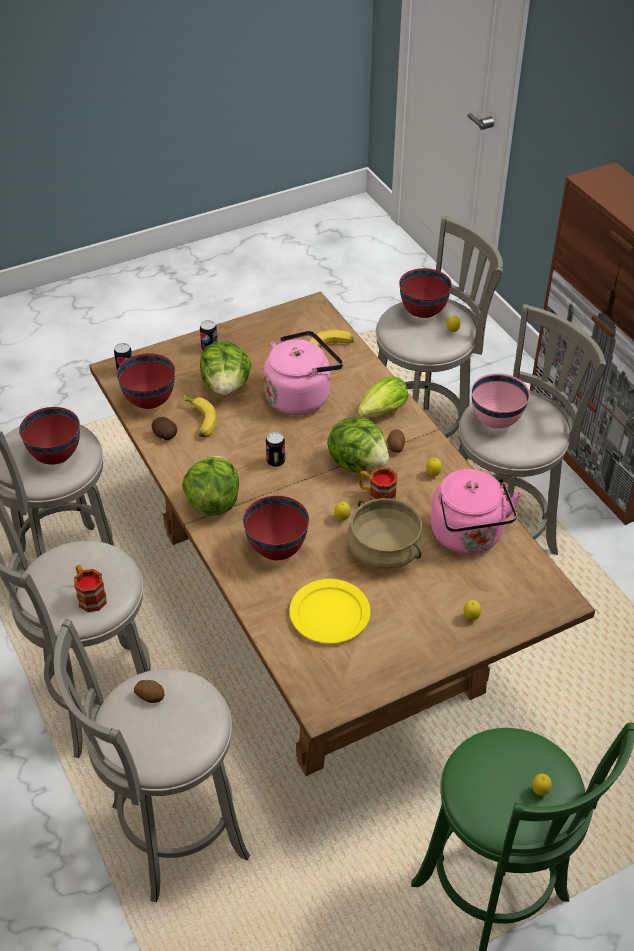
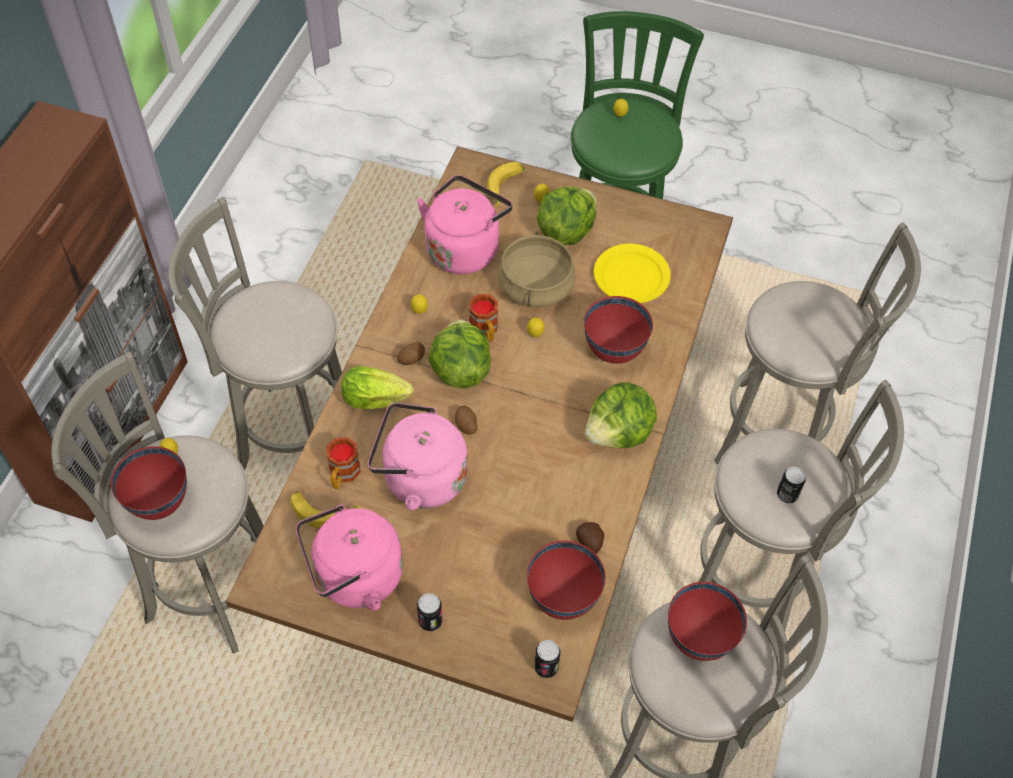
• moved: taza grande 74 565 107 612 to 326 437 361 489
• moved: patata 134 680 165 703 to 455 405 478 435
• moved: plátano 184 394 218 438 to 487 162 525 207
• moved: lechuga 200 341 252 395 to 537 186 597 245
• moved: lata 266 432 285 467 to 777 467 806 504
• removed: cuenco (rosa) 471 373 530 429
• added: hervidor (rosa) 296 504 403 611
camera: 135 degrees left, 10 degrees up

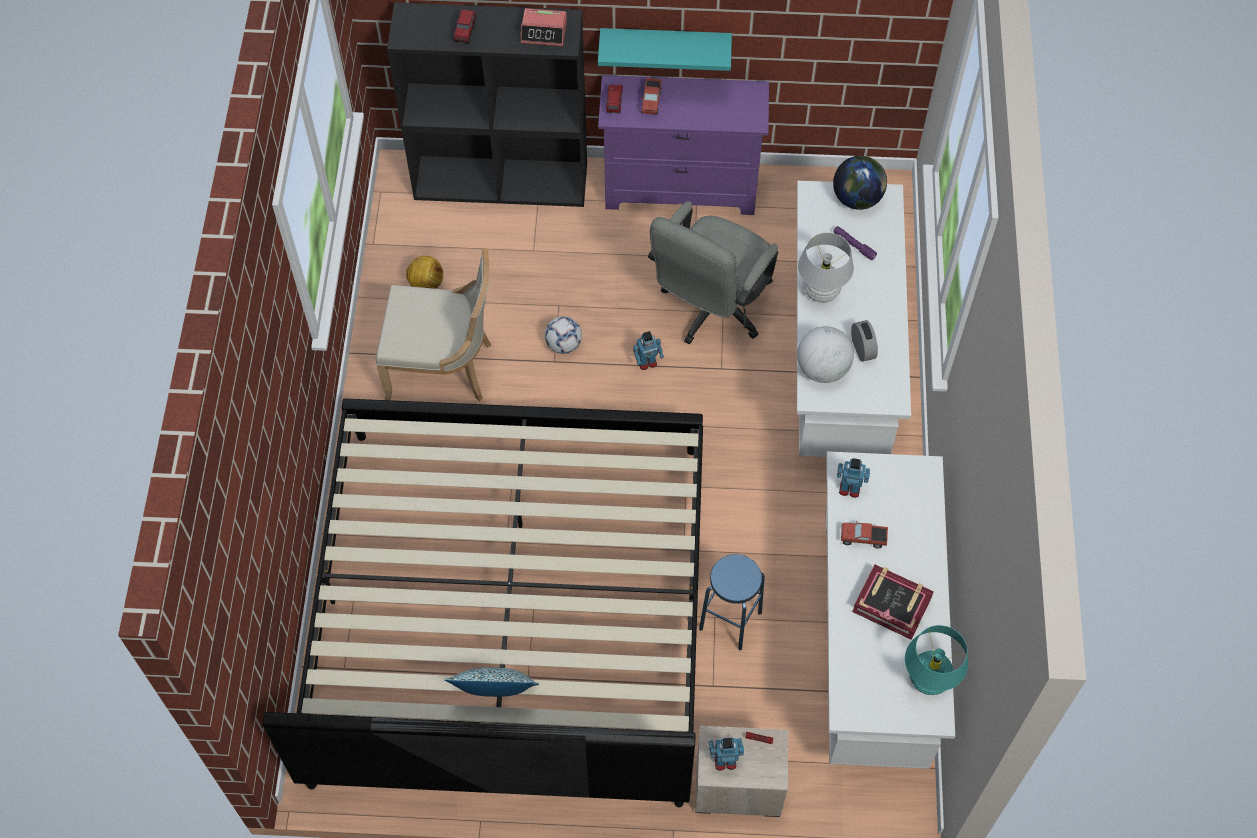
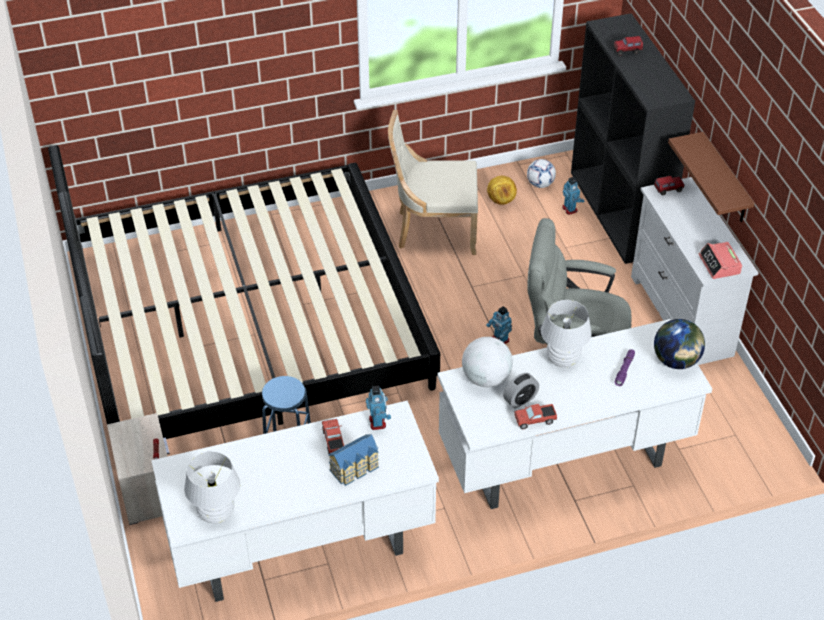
• turned: silla (beis) 376 248 492 401 = 388 110 478 255 105 degrees clockwise
• removed: cojín 444 667 539 697
• moved: despertador 521 8 567 46 to 699 242 742 279
• moved: balón de fútbol 545 316 582 354 to 527 159 556 188
• recoloured: estante (turquesa) 598 28 732 71 to estante (marrón) 668 132 755 222
• recoloured: cómoda (morado) 598 75 769 215 to cómoda (blanco) 631 177 759 365
• moved: camión de juguete 641 78 662 115 to 514 404 557 429
• moved: robot de juguete 709 738 744 771 to 562 177 584 215
• removed: libro 852 564 934 640
• recoloured: lámpara de mesa (turquesa) 905 625 968 695 to lámpara de mesa (blanco) 184 452 240 524
• added: casita 328 434 379 486
camera: 70 degrees right, 15 degrees down

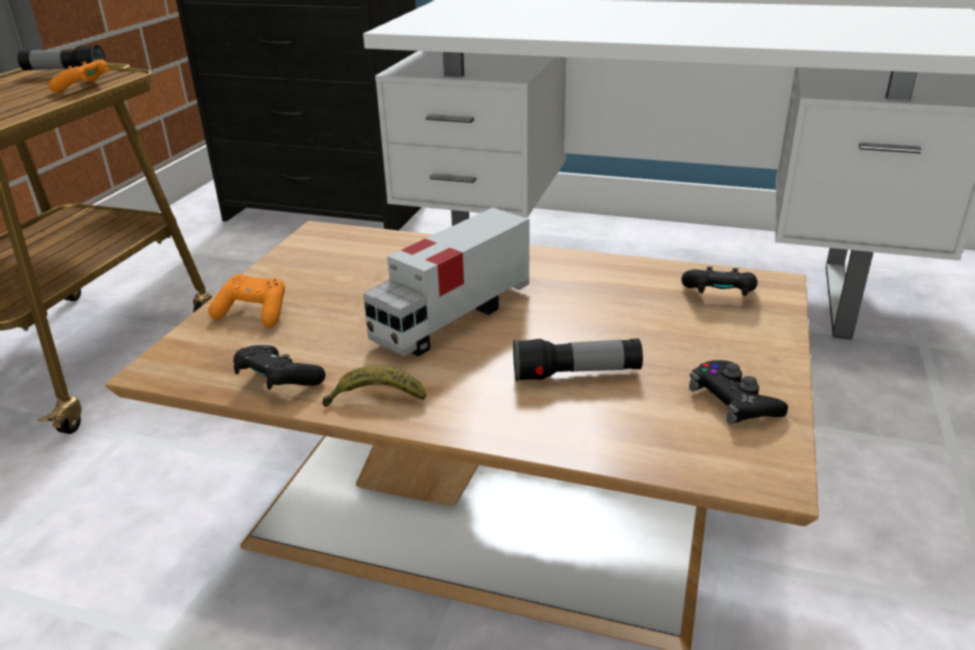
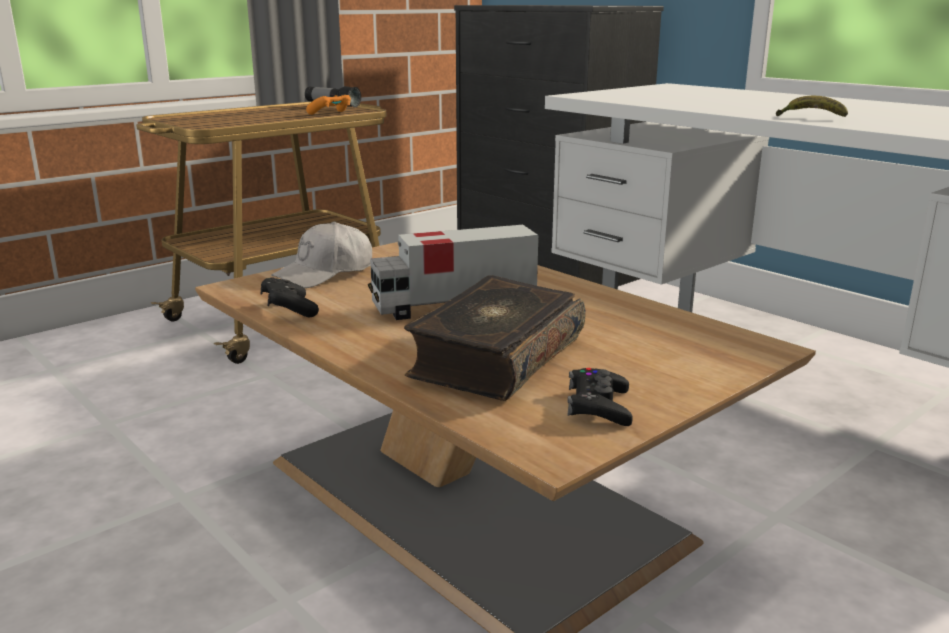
• replaced: mando de consola (naranja) 208 274 285 327 to gorra (blanco) 271 221 372 288
• moved: plátano 322 366 426 407 to 776 96 848 117
• replaced: linterna 513 338 643 381 to libro 404 275 586 401
• removed: mando de consola (negro) 681 266 758 296
camera: 30 degrees right, 10 degrees down

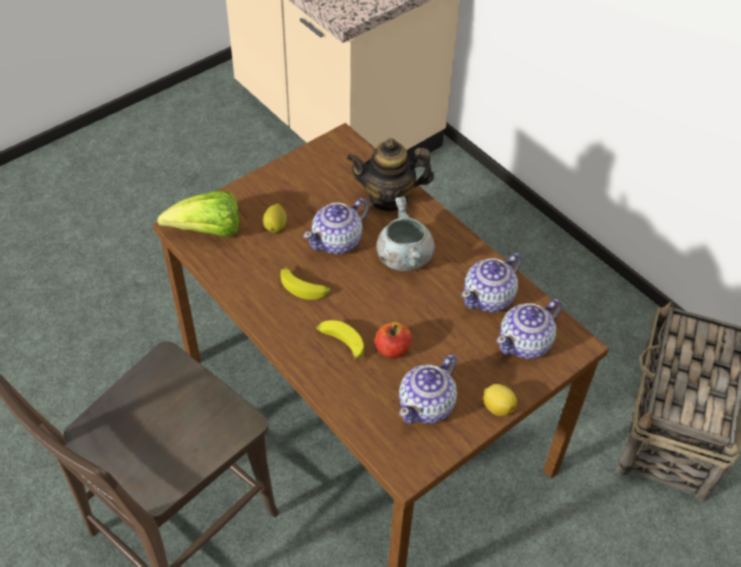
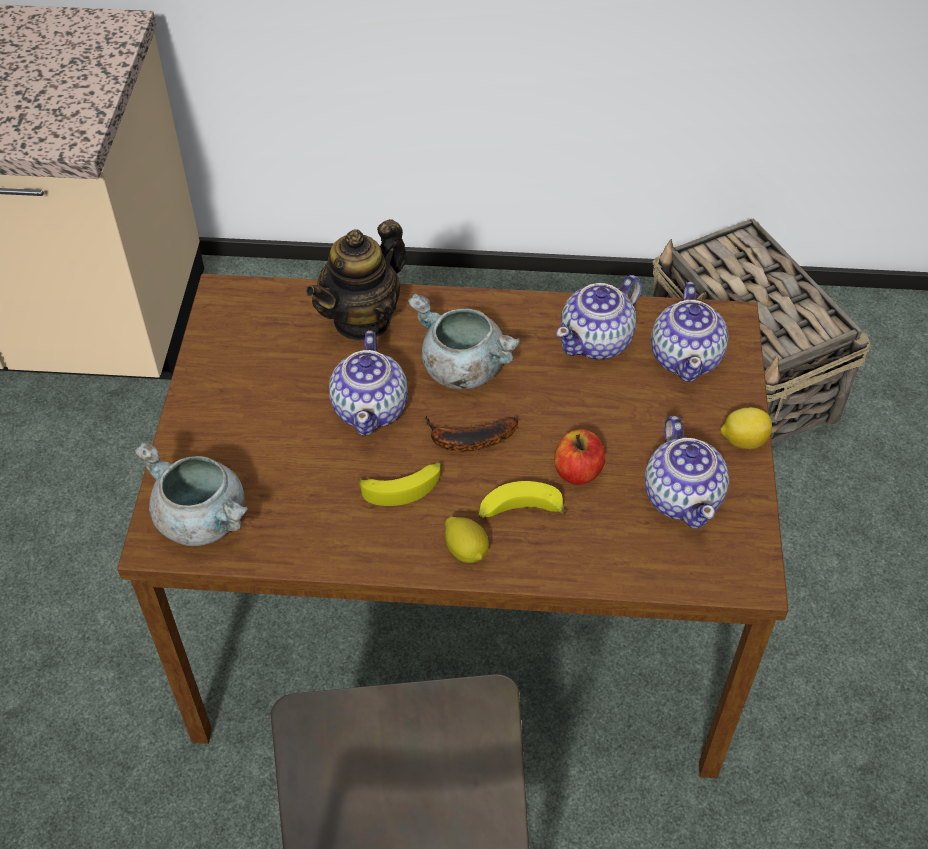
• replaced: lechuga 157 190 239 237 to olla (gris) 134 442 248 546
• moved: limón 263 204 287 233 to 445 516 489 563
• turned: tetera 461 253 522 312 = 556 275 642 360 45 degrees clockwise
• added: plátano 425 415 518 451
camera: 45 degrees left, 0 degrees up

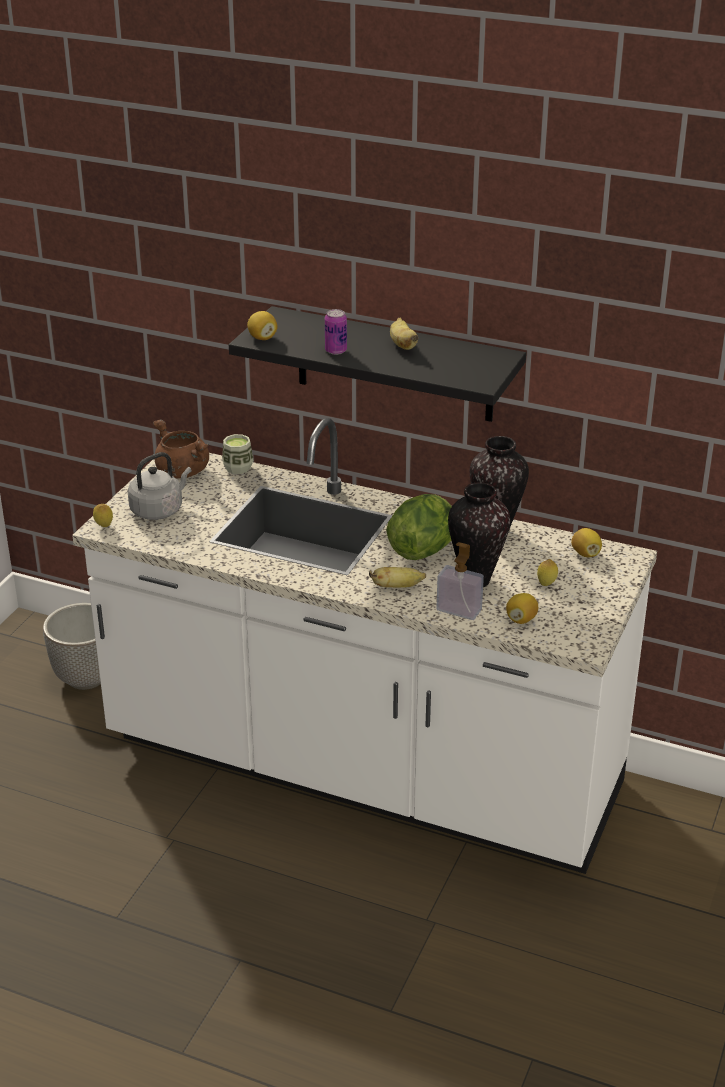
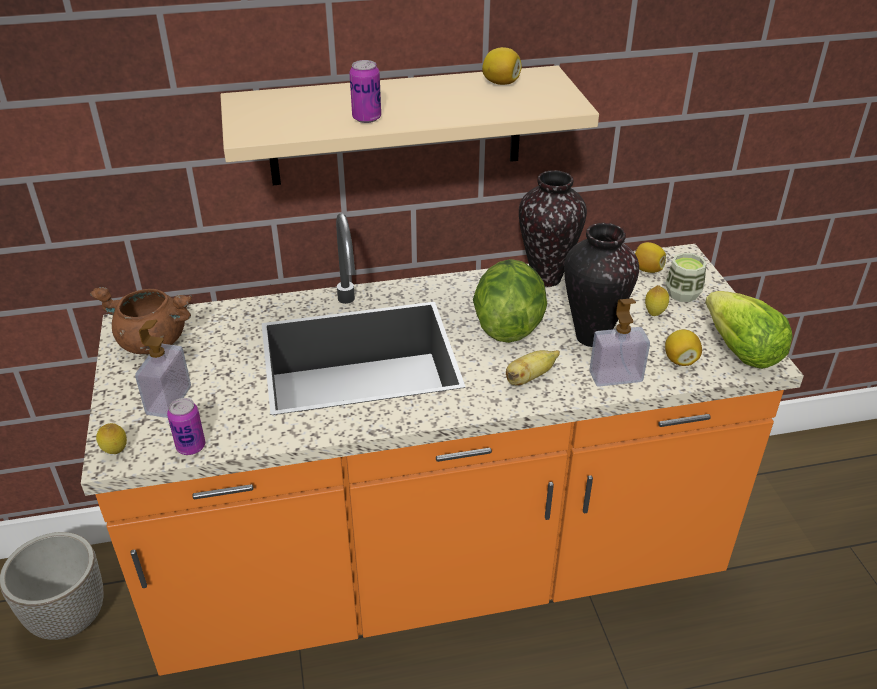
• recoloured: mueble bajo de cocina (blanco) 72 418 657 874 to mueble bajo de cocina (naranja) 81 213 804 676
• replaced: hervidor (gris) 128 452 191 520 to dispensador de jabón 135 319 191 418
• moved: taza 222 434 253 474 to 665 253 707 302
• recoloured: estante (negro) 229 306 526 422 to estante (beis) 220 65 599 185
• moved: limón 247 311 278 340 to 482 47 522 85
• removed: plátano 390 317 419 350
• added: lata 167 398 205 455
• added: lechuga 705 291 793 369
camera: 35 degrees left, 5 degrees up

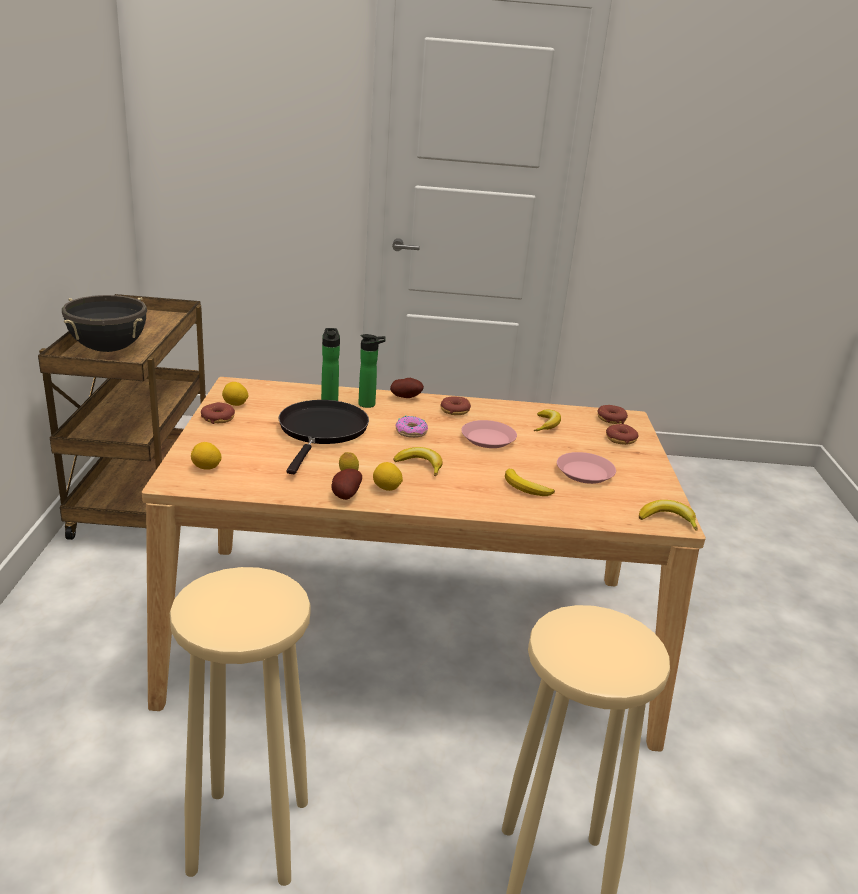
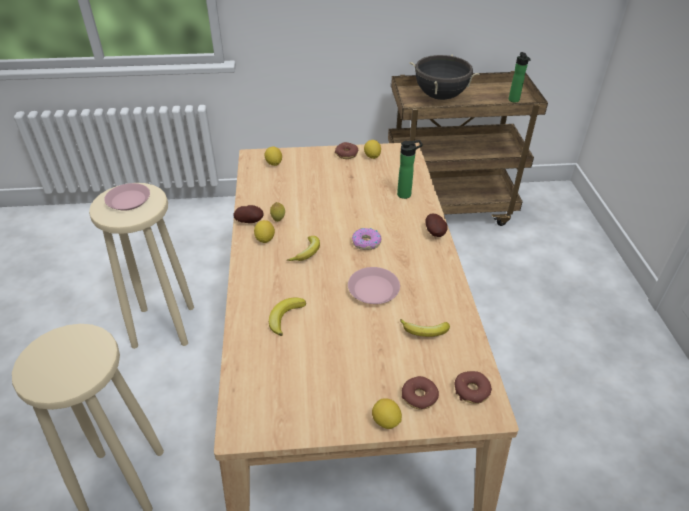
• removed: sartén (negro) 278 400 369 474
• moved: botella 358 334 386 408 to 509 52 531 103
• removed: rosquilla 440 396 471 415
• moved: plato (rosa) 557 452 616 484 to 104 183 150 211
• removed: plátano 639 500 698 531
• added: limón 372 398 402 429
camera: 85 degrees right, 15 degrees up

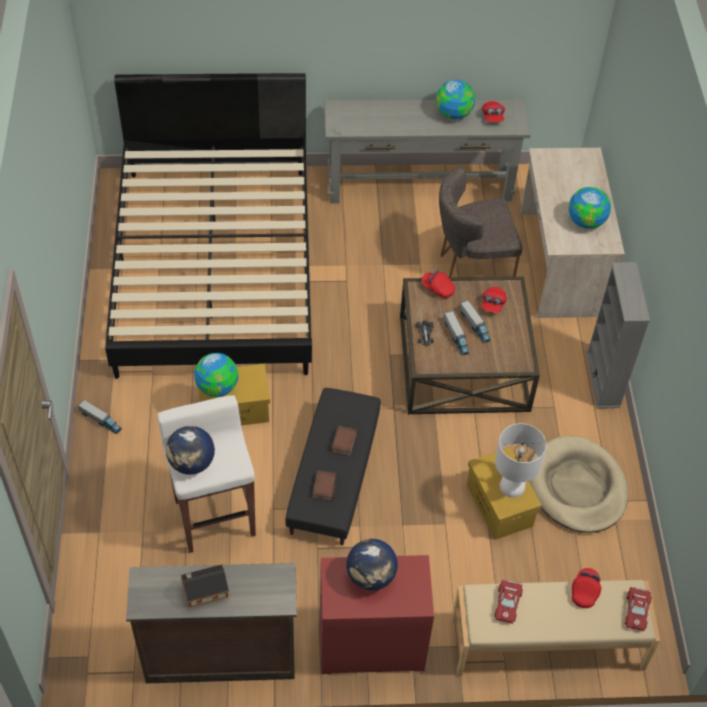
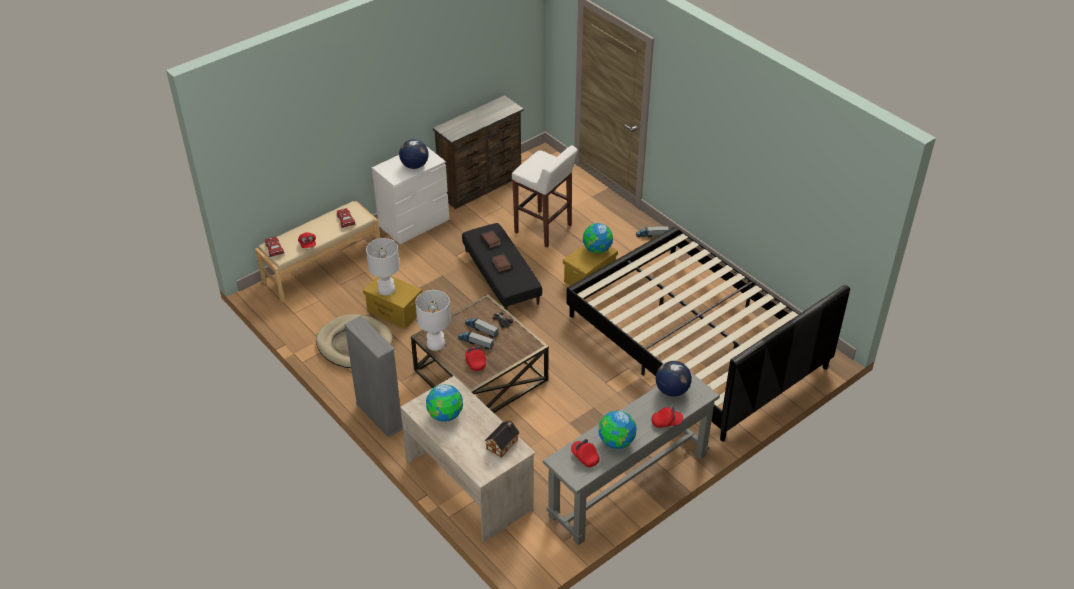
• moved: globo terráqueo 166 426 215 475 to 656 361 692 397
• moved: casita 180 564 229 607 to 485 420 519 457
• recoloured: cómoda (rojo) 320 555 434 674 to cómoda (blanco) 372 146 449 245
• moved: gorra (rojo) 422 269 455 298 to 651 406 683 428
• removed: silla (gris) 439 167 523 278
• added: lámpara de mesa (blanco) 415 290 451 351
camera: 145 degrees right, 10 degrees down

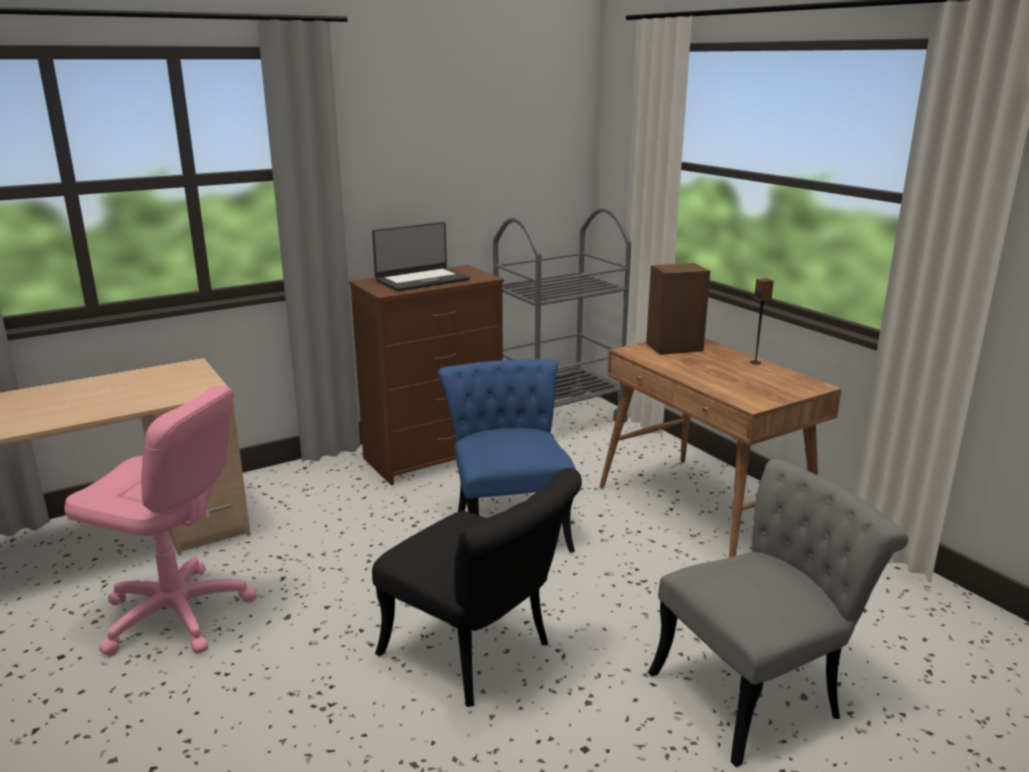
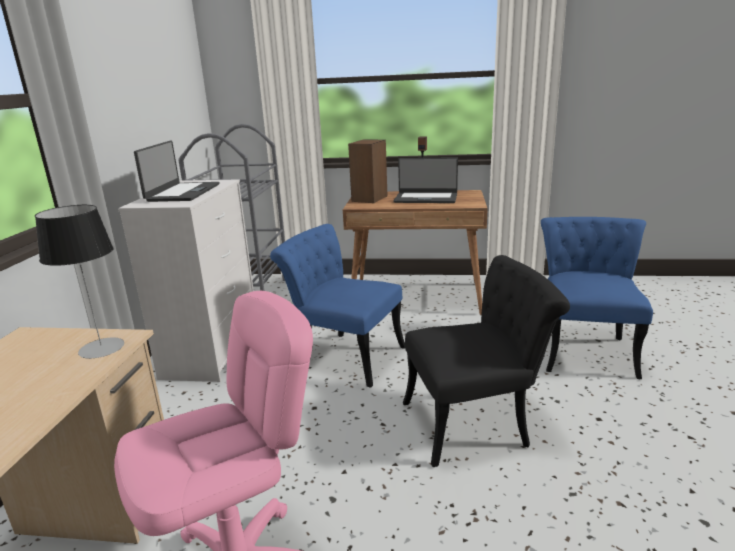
• recoloured: cómoda (marrón) 349 265 504 485 to cómoda (blanco) 118 179 254 382
• recoloured: silla (gris) 648 459 908 767 to silla (azul) 541 217 653 379
• added: lámpara de mesa 35 205 124 359
• added: portátil 393 157 458 203
camera: 50 degrees left, 0 degrees up

